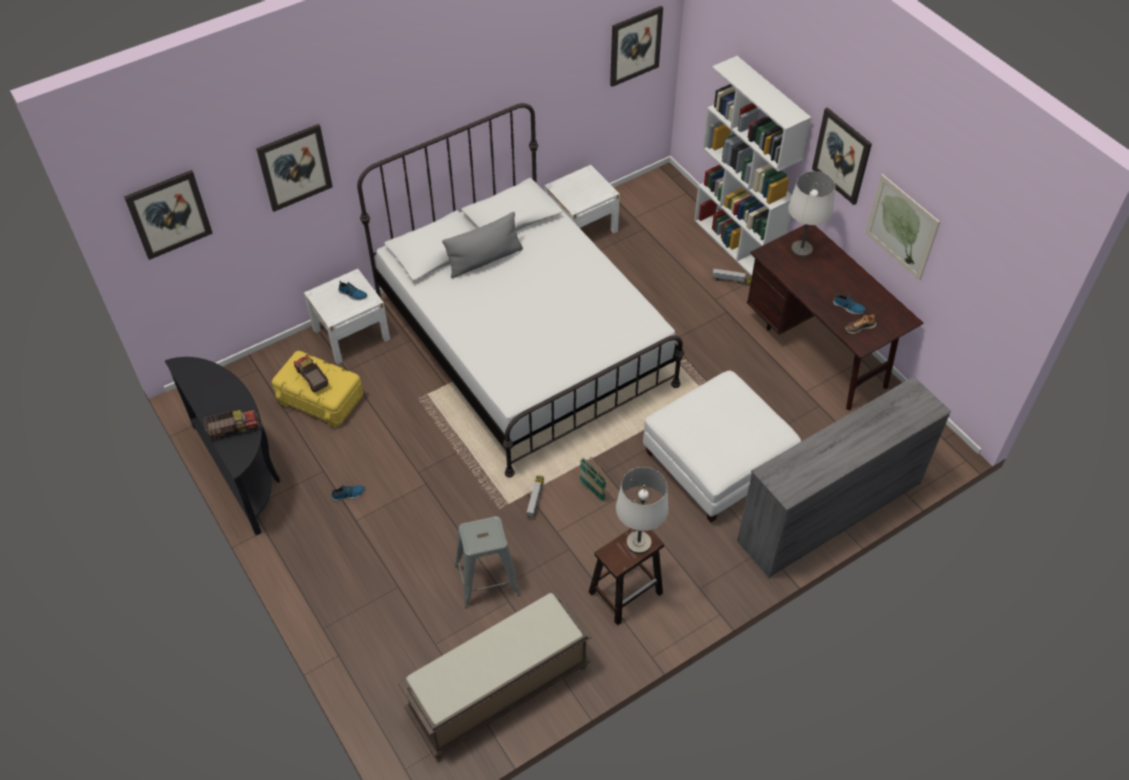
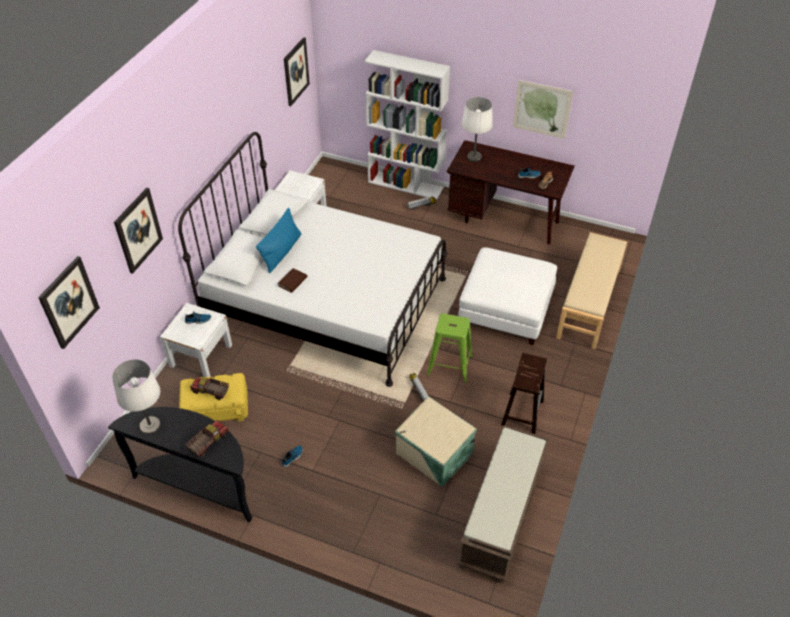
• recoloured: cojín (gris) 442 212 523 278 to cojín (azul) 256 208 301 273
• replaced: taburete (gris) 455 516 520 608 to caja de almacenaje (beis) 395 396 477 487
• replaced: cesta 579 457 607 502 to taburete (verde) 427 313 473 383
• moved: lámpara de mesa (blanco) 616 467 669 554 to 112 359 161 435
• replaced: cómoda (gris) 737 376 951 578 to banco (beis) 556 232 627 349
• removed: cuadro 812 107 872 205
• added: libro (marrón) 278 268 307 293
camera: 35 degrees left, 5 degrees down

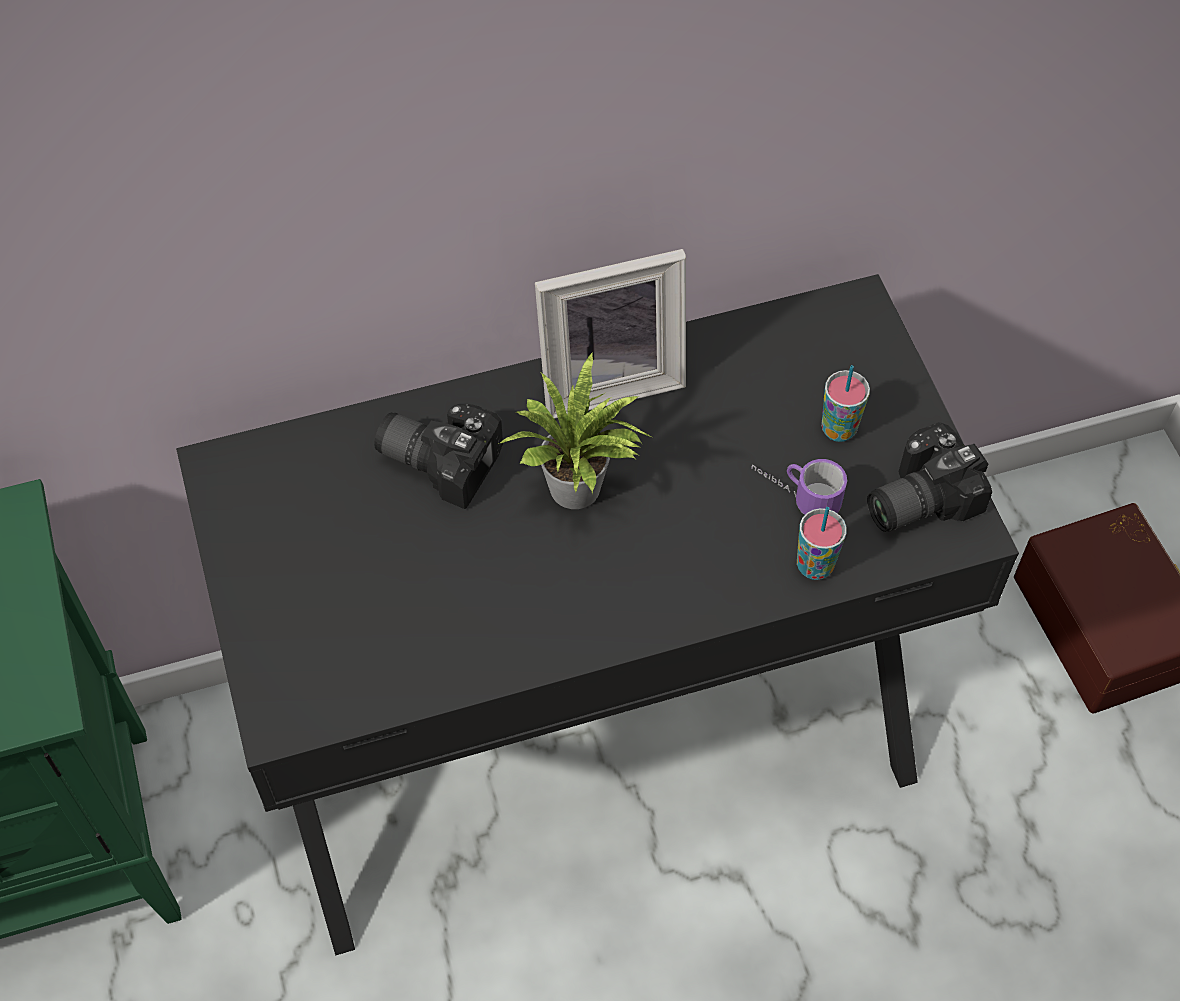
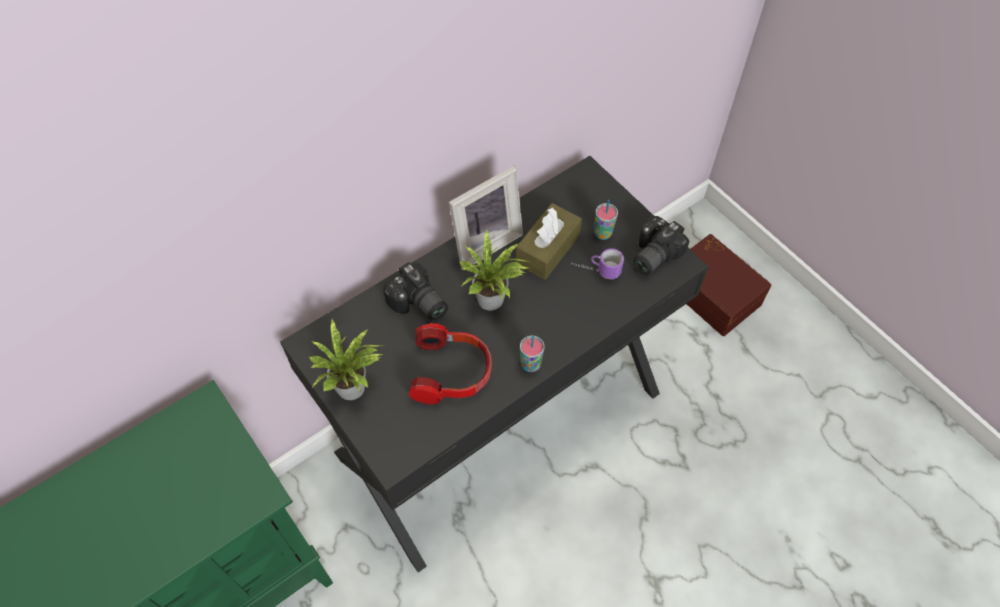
• turned: cámara 374 404 503 509 = 383 262 448 321 135 degrees counterclockwise
• moved: taza 797 507 847 580 to 520 335 544 372
• added: planta en maceta 309 319 384 400
• added: auriculares 408 323 492 404
• added: caja de pañuelos (marrón) 516 203 582 280
camera: 20 degrees left, 0 degrees up

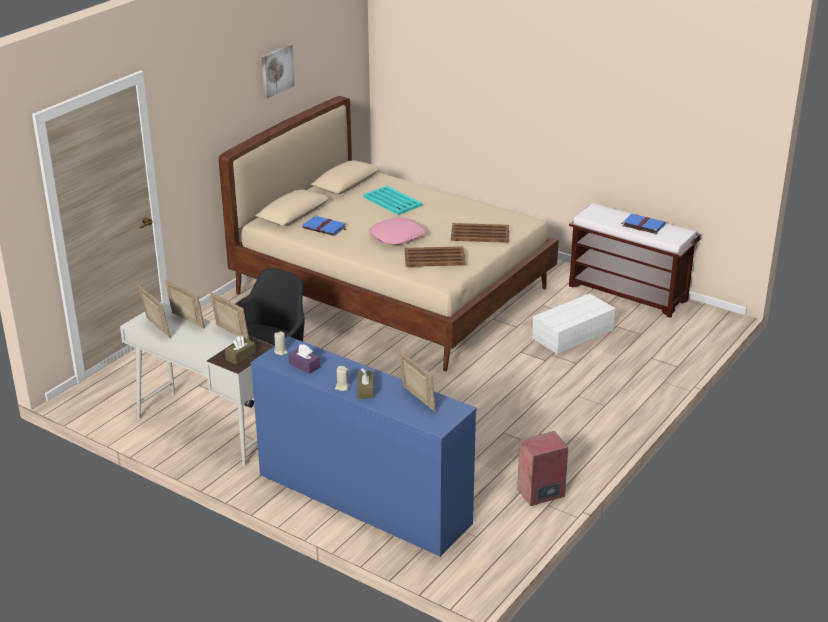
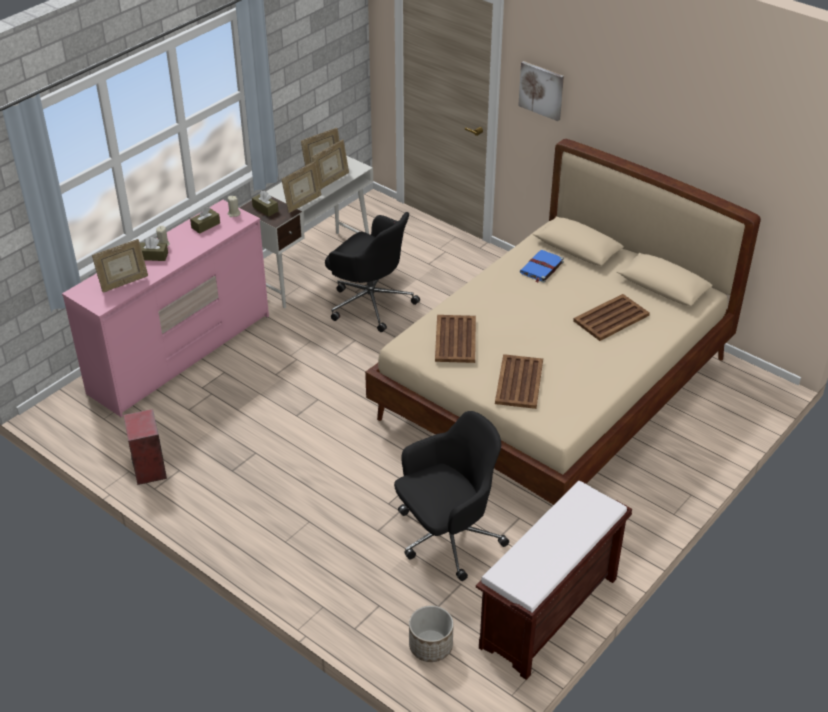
• recoloured: cómoda (azul) 251 336 477 557 to cómoda (rosa) 62 200 269 417
• moved: cuadro 261 44 295 98 to 518 61 564 121
• recoloured: caja de pañuelos (morado) 288 344 320 374 to caja de pañuelos (marrón) 190 207 220 234
• recoloured: bandeja (turquesa) 363 186 422 215 to bandeja (marrón) 573 294 650 341
• removed: cojín (rosa) 369 218 426 245
• replaced: caja de almacenaje (blanco) 532 293 616 354 to silla de oficina (negro) 394 411 509 581
• removed: libro (azul) 621 214 666 234
• added: maceta 409 605 454 662
camera: 95 degrees right, 10 degrees up

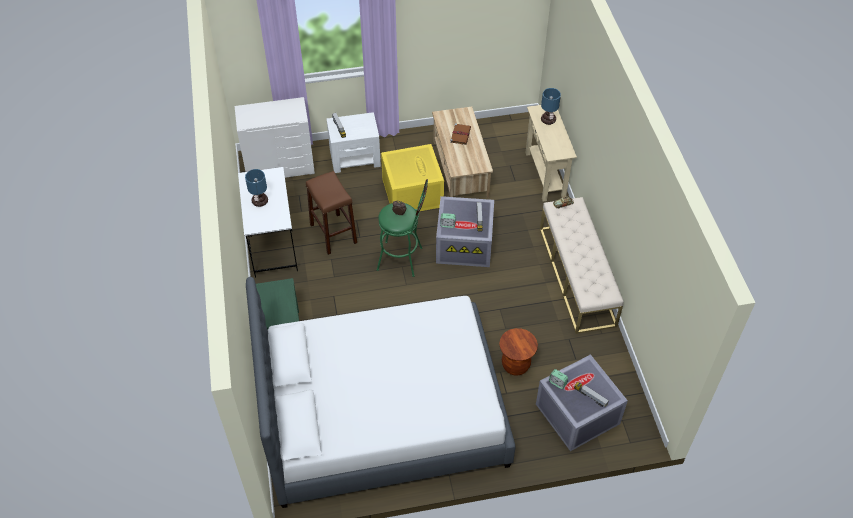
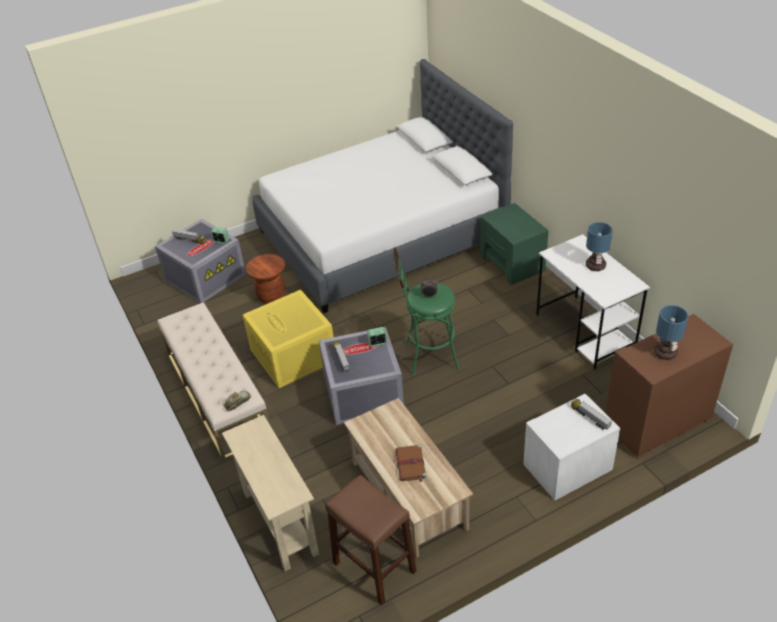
• recoloured: cómoda (blanco) 234 97 315 178 to cómoda (marrón) 605 314 733 459
• moved: taburete (marrón) 306 171 357 255 to 325 475 416 605
• moved: caja de almacenaje (amarillo) 381 144 444 212 to 243 290 333 388
• moved: lámpara de mesa 541 88 561 125 to 654 305 689 360
camera: 165 degrees right, 10 degrees down

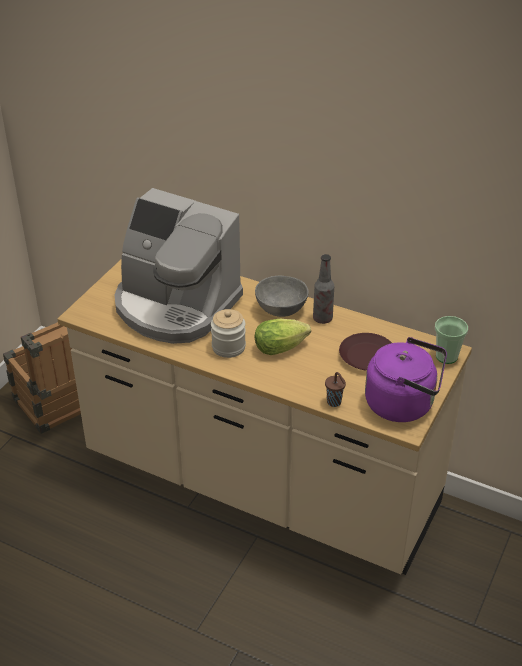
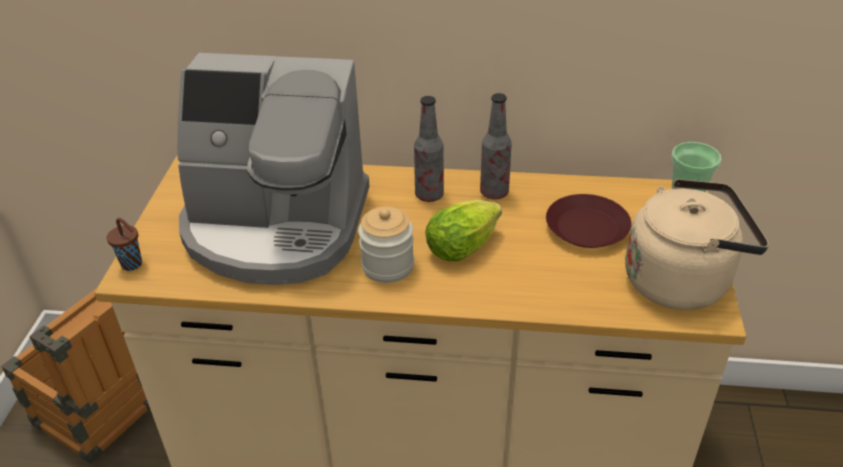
• replaced: cuenco (gris) 255 276 309 317 to botella 414 96 444 202
• moved: taza (marrón) 325 372 346 407 to 107 218 142 271
• recoloured: hervidor (morado) 365 337 447 422 to hervidor (beis) 625 179 769 310
camera: 20 degrees left, 0 degrees up

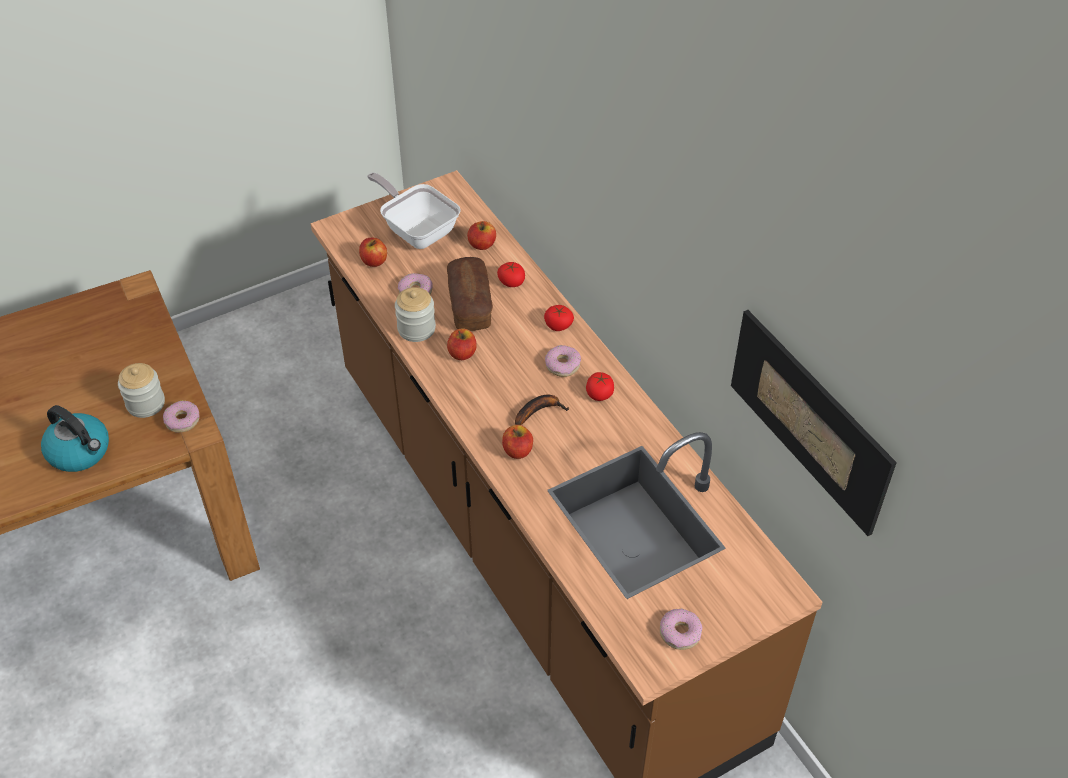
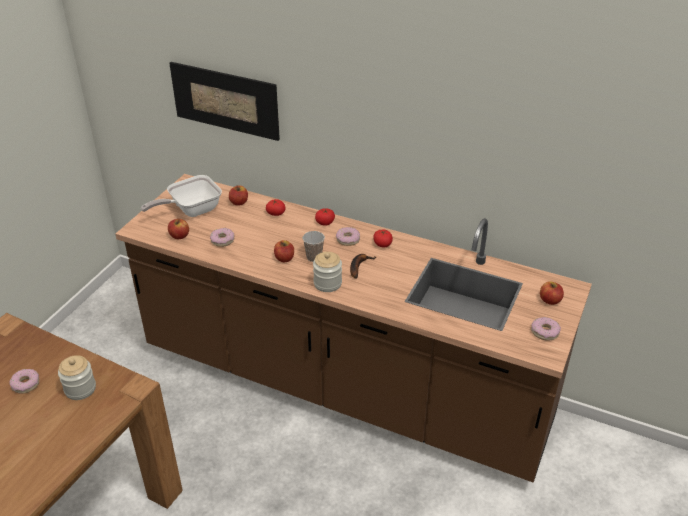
• removed: hervidor 41 405 109 472
• moved: rosquilla 163 401 200 433 to 9 369 39 394
• turned: sartén 367 173 461 249 = 141 175 222 217 45 degrees counterclockwise
• moved: tarro 395 287 436 342 to 313 252 342 292
• removed: pan 447 257 493 331
• moved: manzana 502 425 533 459 to 540 281 564 305
• moved: cuadro 731 310 897 536 to 169 62 280 141
• added: taza 303 231 325 262
camera: 35 degrees left, 10 degrees down

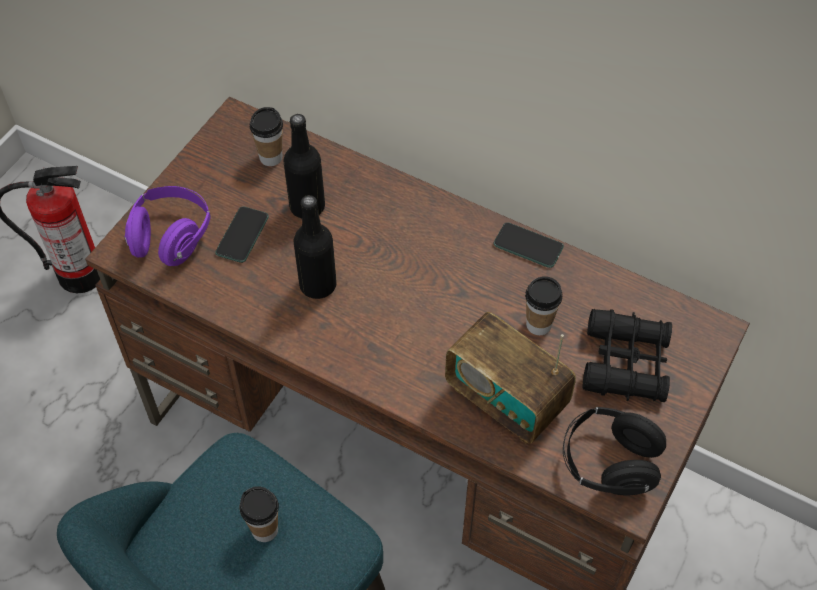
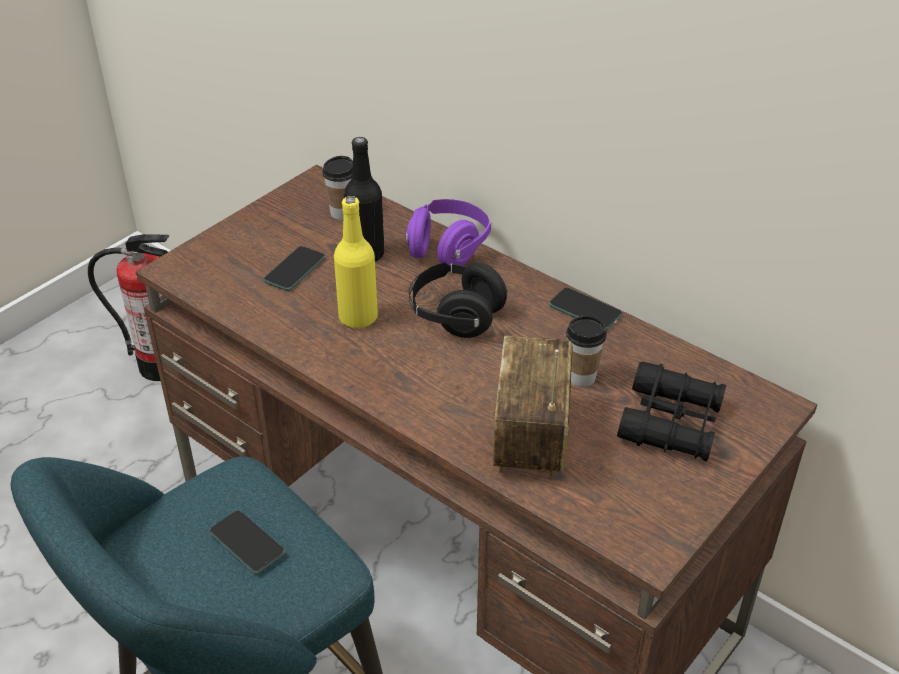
• moved: auriculares (morado) 124 186 211 266 to 406 199 491 266
• replaced: taza 240 486 279 542 to móvil 209 510 285 574
• recoloured: botella (negro) 294 195 337 299 to botella (amarillo) 334 196 378 328
• turned: radio 445 312 576 444 = 493 336 572 478 45 degrees clockwise
• moved: auriculares (negro) 563 407 666 495 to 409 262 508 338
camera: 10 degrees right, 15 degrees down

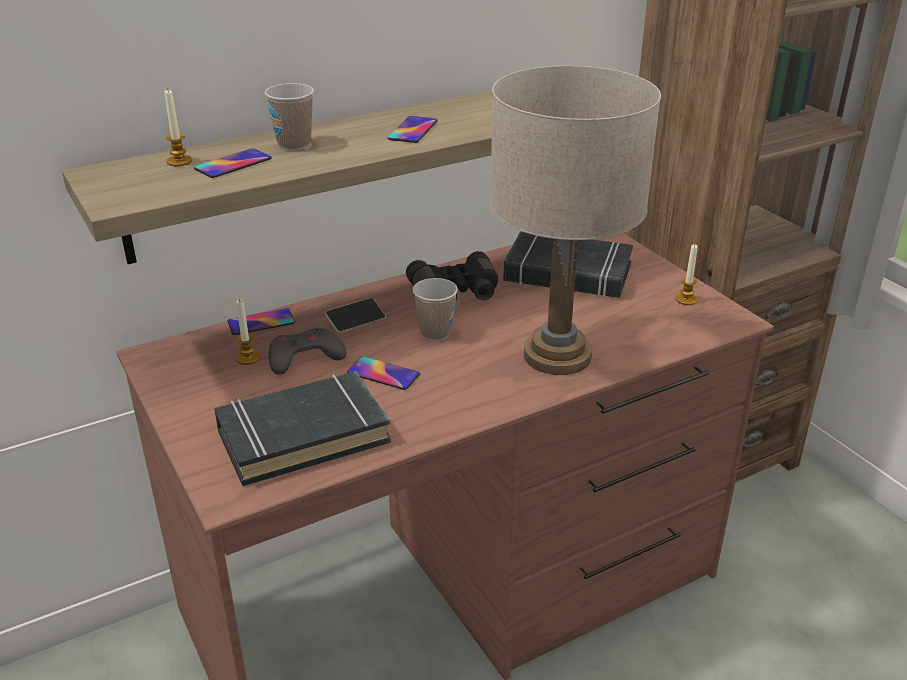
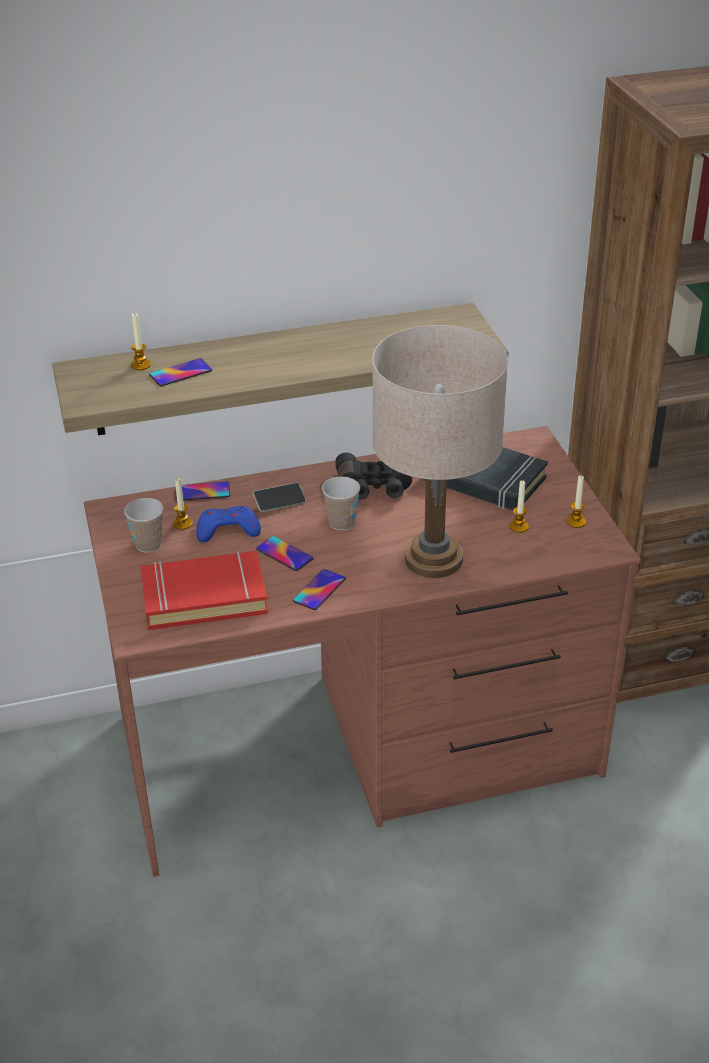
• recoloured: libro (negro) 214 371 391 486 to libro (rojo) 141 551 268 630
• moved: taza 265 83 314 151 to 124 498 164 553
• recoloured: mando de consola (gris) 269 328 347 375 to mando de consola (azul) 196 506 261 542
• moved: móvil 388 116 438 143 to 293 569 346 610
• added: vela 509 480 529 533
camera: 15 degrees right, 5 degrees up

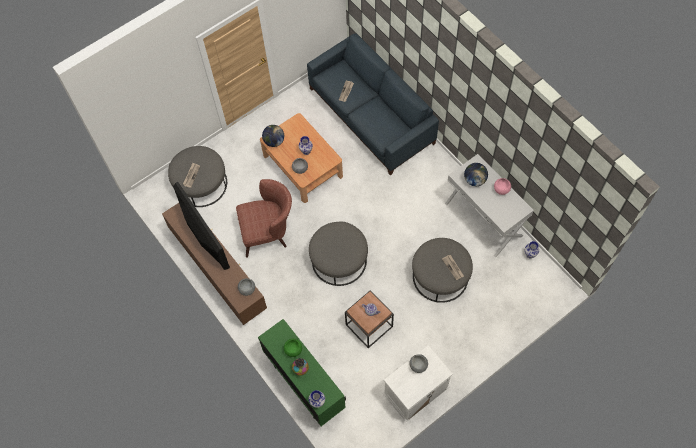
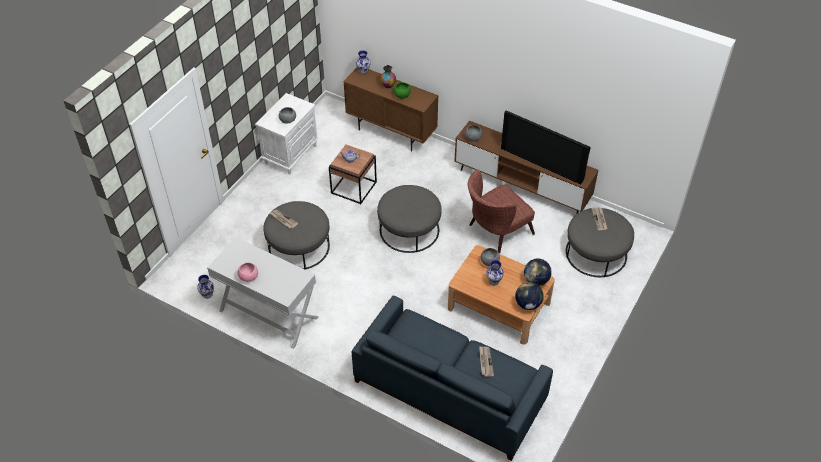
• recoloured: armario (verde) 258 319 346 426 to armario (marrón) 343 68 438 152
• moved: globo terráqueo 464 163 488 186 to 515 282 543 310
camera: 155 degrees right, 15 degrees down

